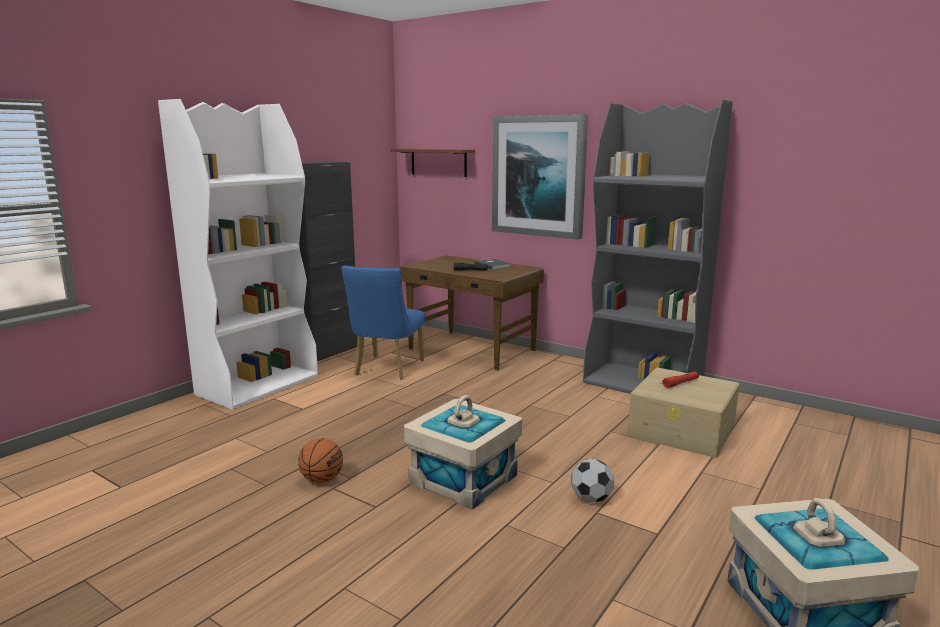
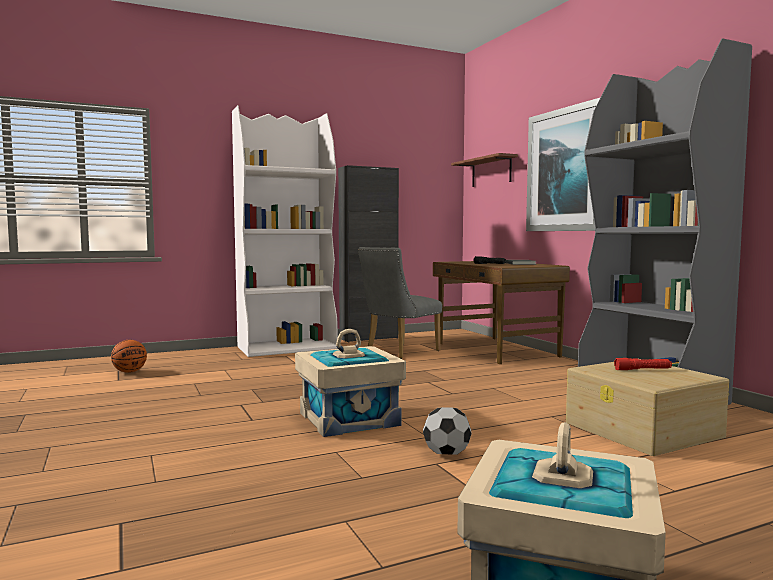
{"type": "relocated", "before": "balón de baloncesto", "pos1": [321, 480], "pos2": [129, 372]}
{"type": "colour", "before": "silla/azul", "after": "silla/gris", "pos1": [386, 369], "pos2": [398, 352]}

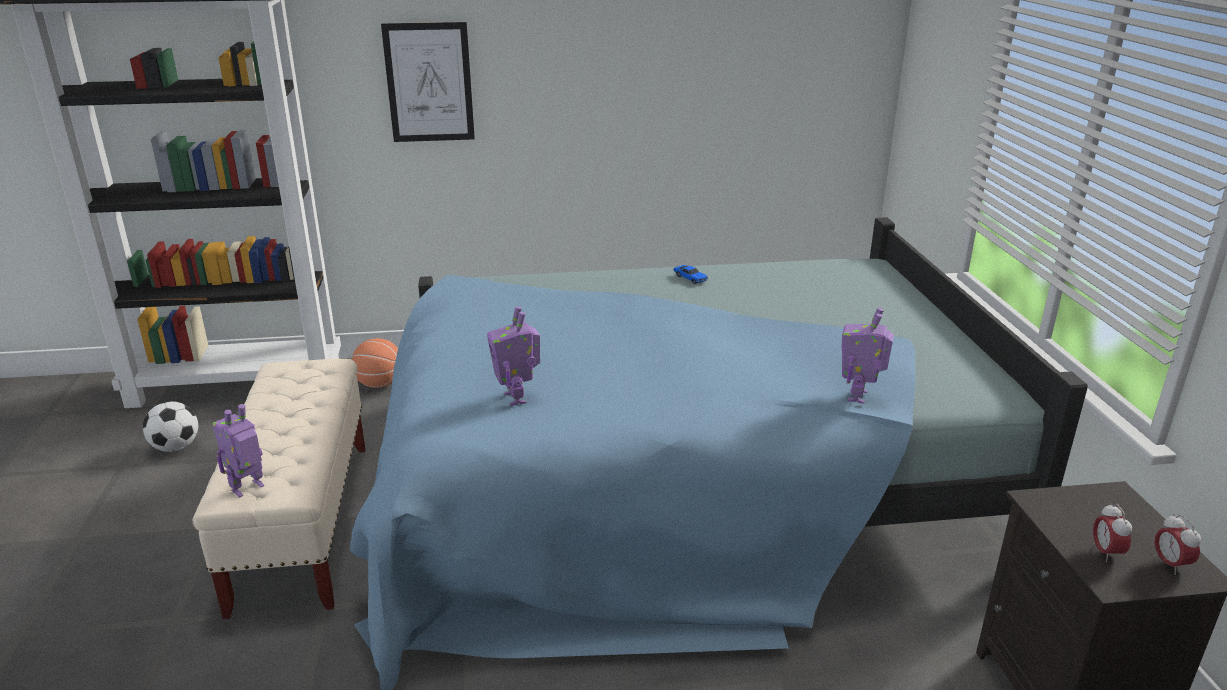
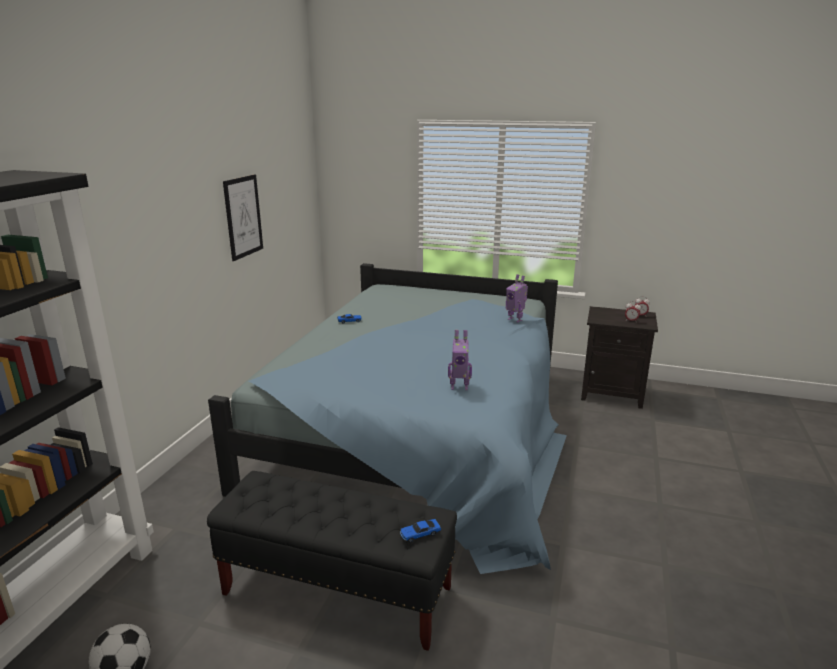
{"type": "colour", "before": "banco/beis", "after": "banco/negro", "pos1": [303, 524], "pos2": [338, 591]}
{"type": "relocated", "before": "cuadro", "pos1": [429, 83], "pos2": [243, 217]}
{"type": "exchanged", "before": "robot de juguete", "after": "coche de juguete", "pos1": [249, 489], "pos2": [420, 534]}
{"type": "missing", "before": "balón de baloncesto", "pos1": [379, 384]}

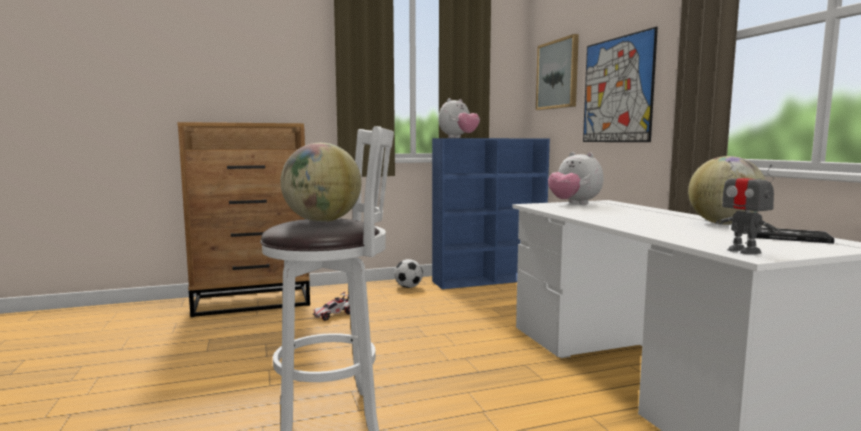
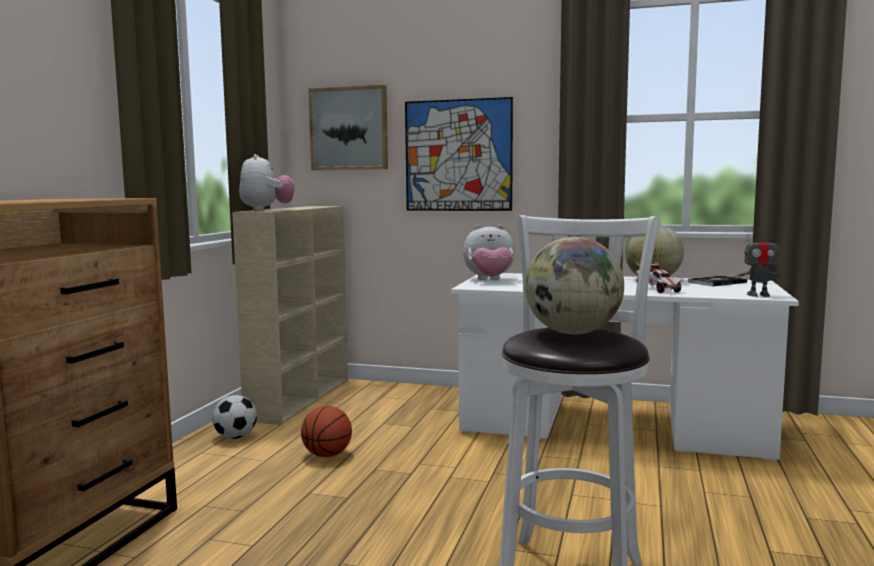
{"type": "colour", "before": "estantería/azul", "after": "estantería/beis", "pos1": [490, 280], "pos2": [300, 398]}
{"type": "appeared", "after": "balón de baloncesto", "pos2": [327, 455]}
{"type": "relocated", "before": "coche de juguete", "pos1": [333, 315], "pos2": [658, 289]}

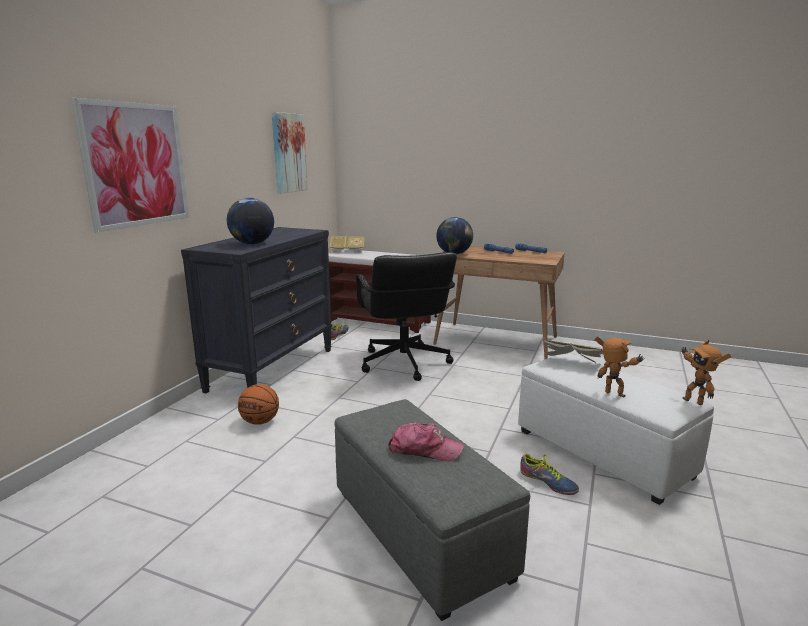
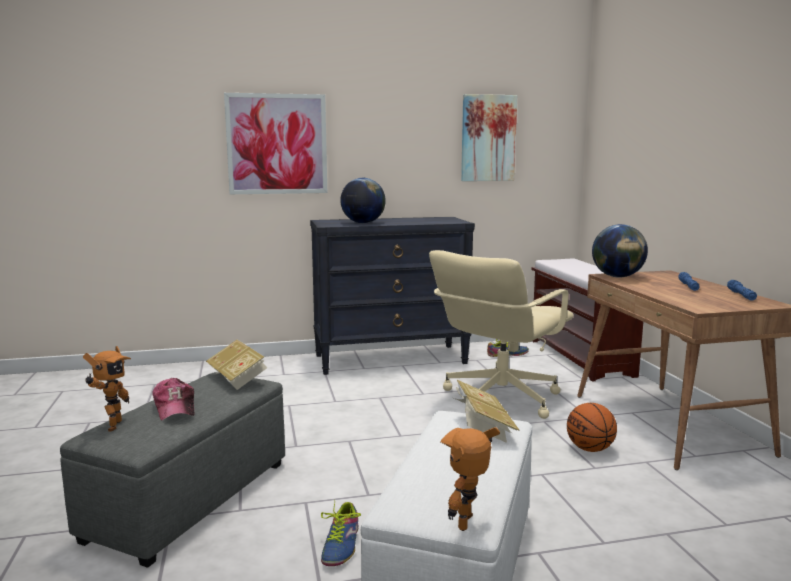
{"type": "relocated", "before": "robot de juguete", "pos1": [614, 395], "pos2": [111, 426]}
{"type": "relocated", "before": "libro", "pos1": [347, 251], "pos2": [237, 378]}
{"type": "colour", "before": "silla de oficina/negro", "after": "silla de oficina/beis", "pos1": [403, 363], "pos2": [499, 399]}
{"type": "relocated", "before": "balón de baloncesto", "pos1": [260, 422], "pos2": [589, 449]}

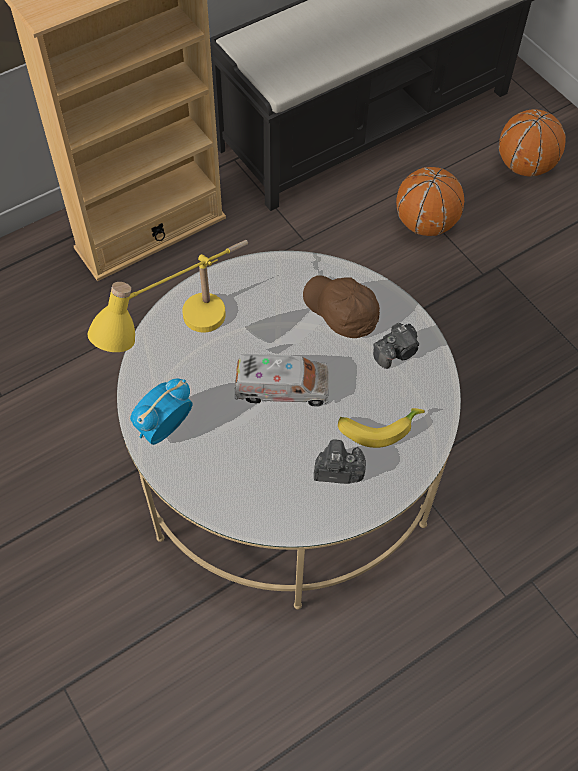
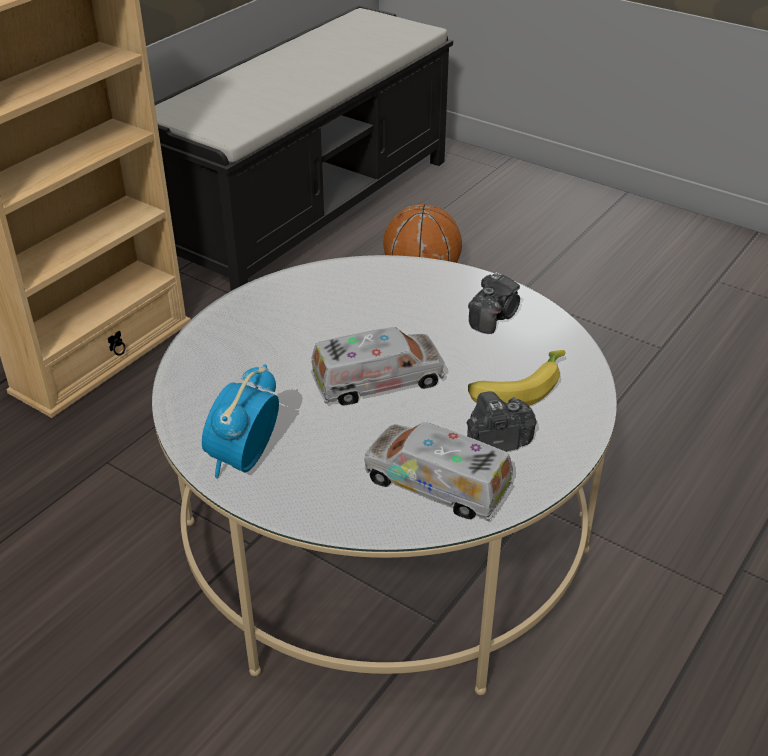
{"type": "appeared", "after": "camión de juguete", "pos2": [437, 485]}
{"type": "missing", "before": "lámpara de mesa/amarillo", "pos1": [182, 336]}
{"type": "missing", "before": "gorra/marrón", "pos1": [340, 312]}
{"type": "missing", "before": "balón de baloncesto", "pos1": [524, 166]}

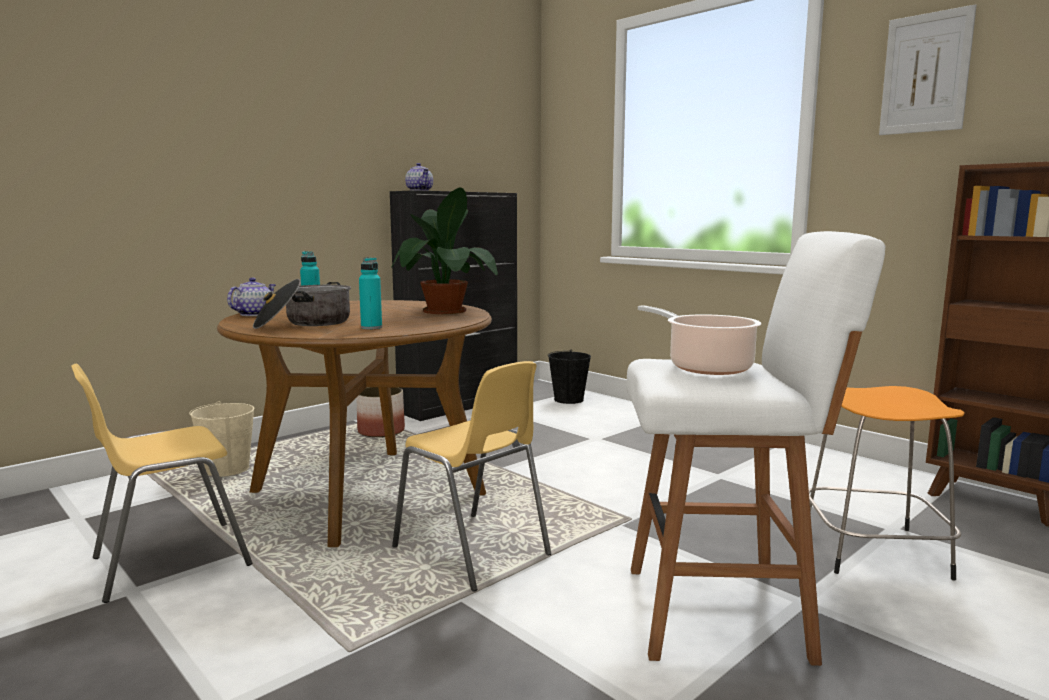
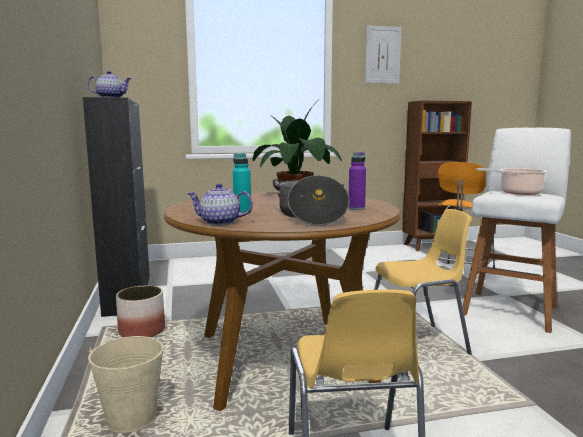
{"type": "spun", "before": "tetera", "pos1": [254, 314], "pos2": [219, 222], "turn": -45}
{"type": "colour", "before": "botella/turquesa", "after": "botella/morado", "pos1": [371, 327], "pos2": [356, 208]}
{"type": "missing", "before": "cubo/negro", "pos1": [569, 399]}

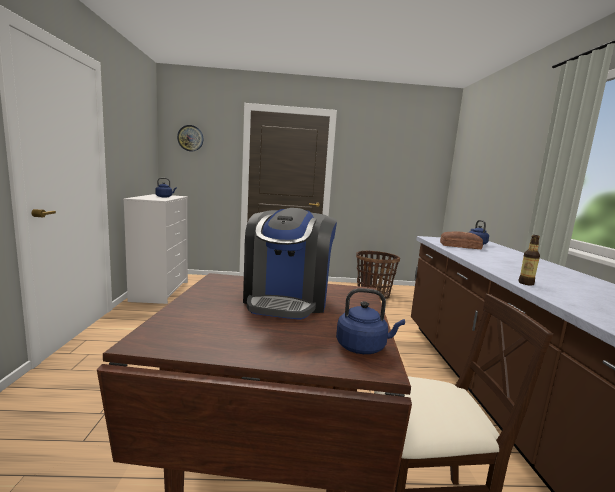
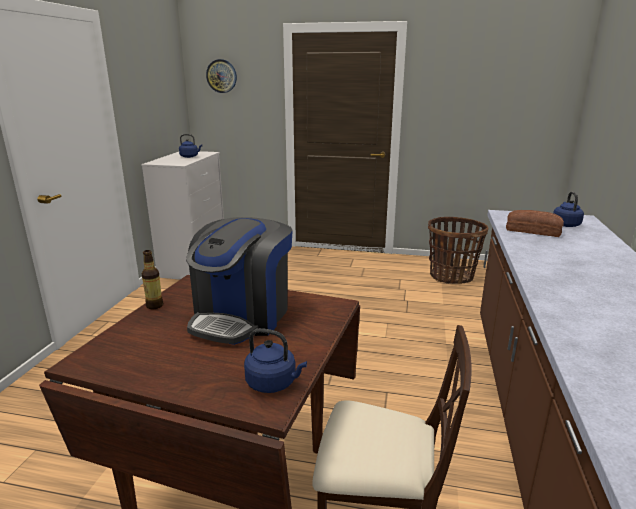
{"type": "relocated", "before": "botella", "pos1": [526, 283], "pos2": [154, 306]}

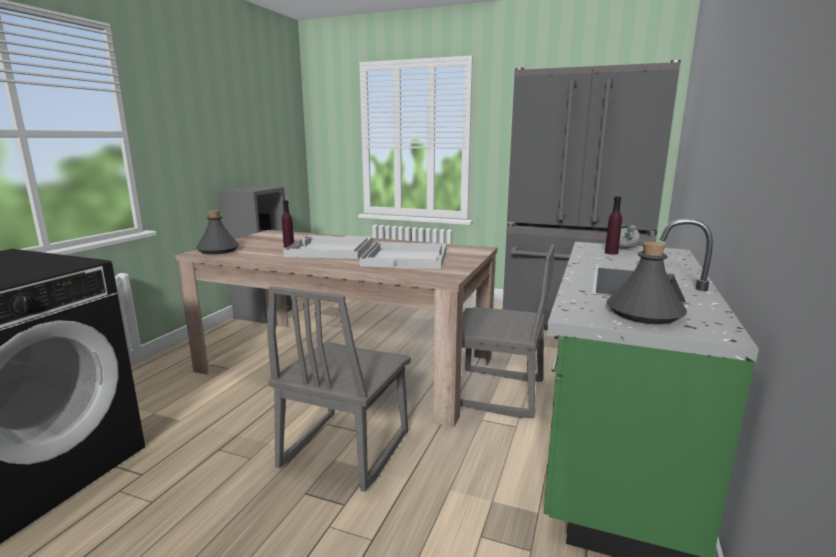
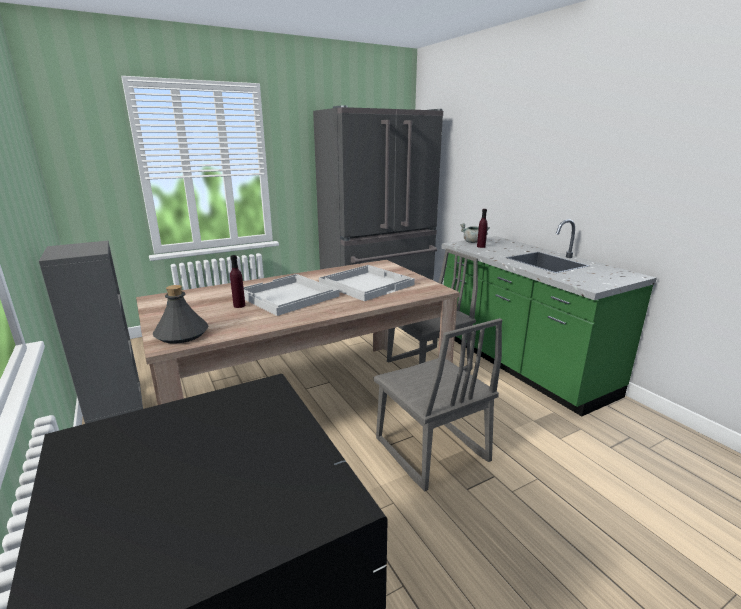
{"type": "missing", "before": "botella/gris", "pos1": [645, 313]}

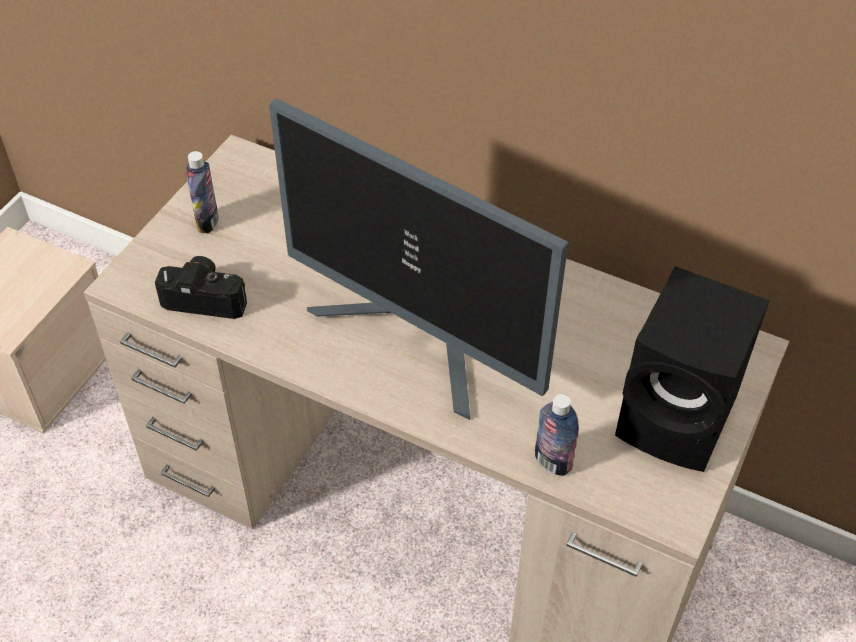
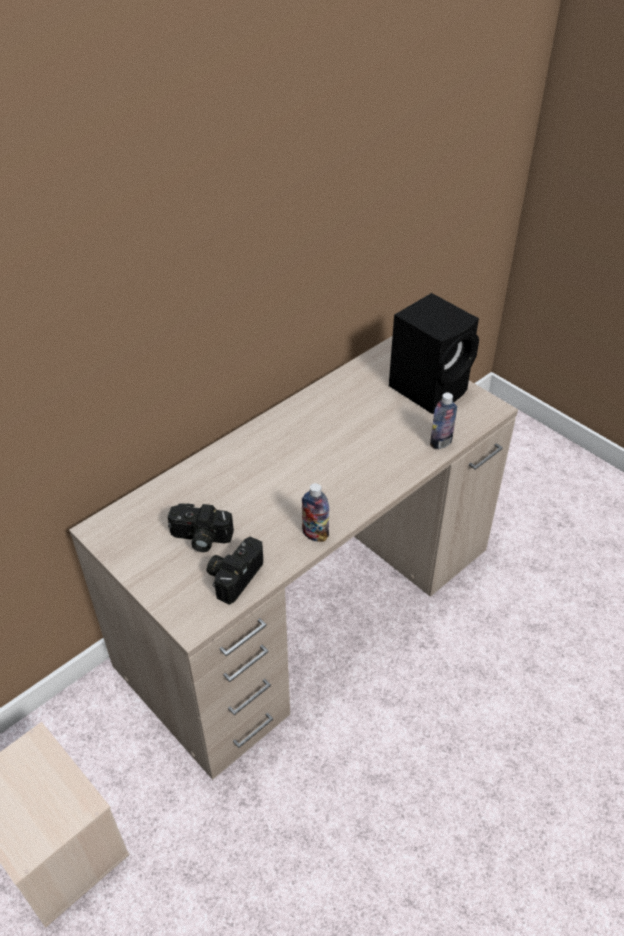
{"type": "appeared", "after": "cámara", "pos2": [200, 538]}
{"type": "relocated", "before": "botella", "pos1": [207, 222], "pos2": [315, 534]}
{"type": "missing", "before": "monitor", "pos1": [418, 340]}

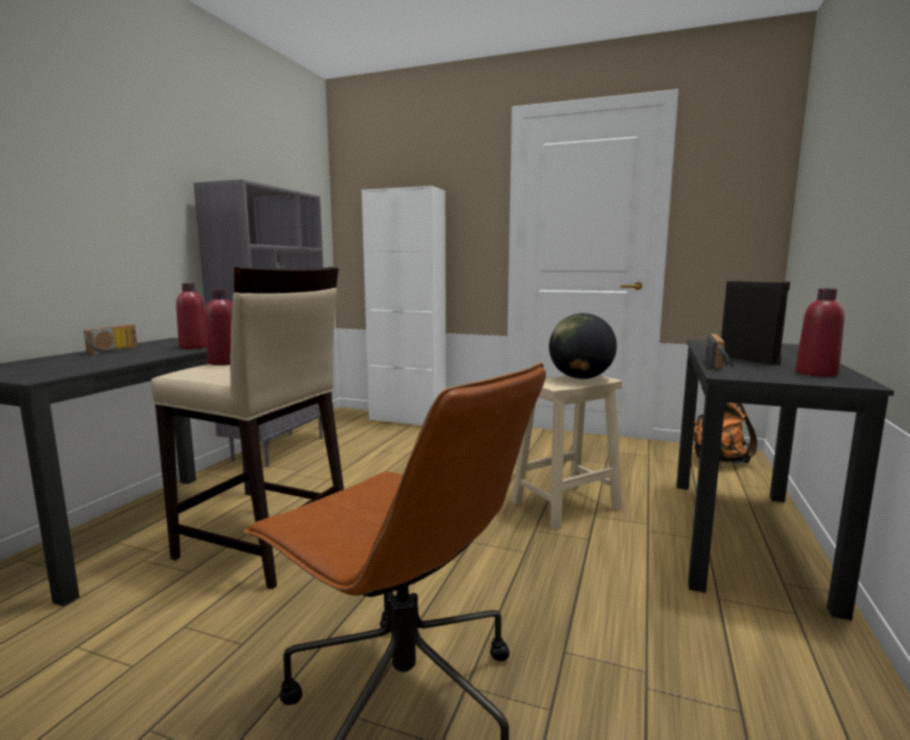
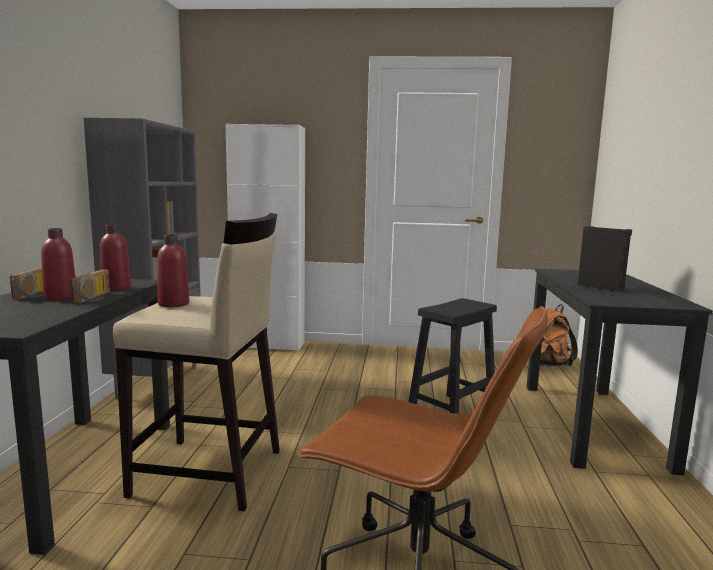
{"type": "relocated", "before": "botella/rojo", "pos1": [816, 373], "pos2": [60, 297]}
{"type": "relocated", "before": "radio", "pos1": [720, 364], "pos2": [96, 298]}
{"type": "colour", "before": "taburete/beis", "after": "taburete/negro", "pos1": [567, 505], "pos2": [452, 412]}
{"type": "missing", "before": "globo terráqueo", "pos1": [580, 378]}

